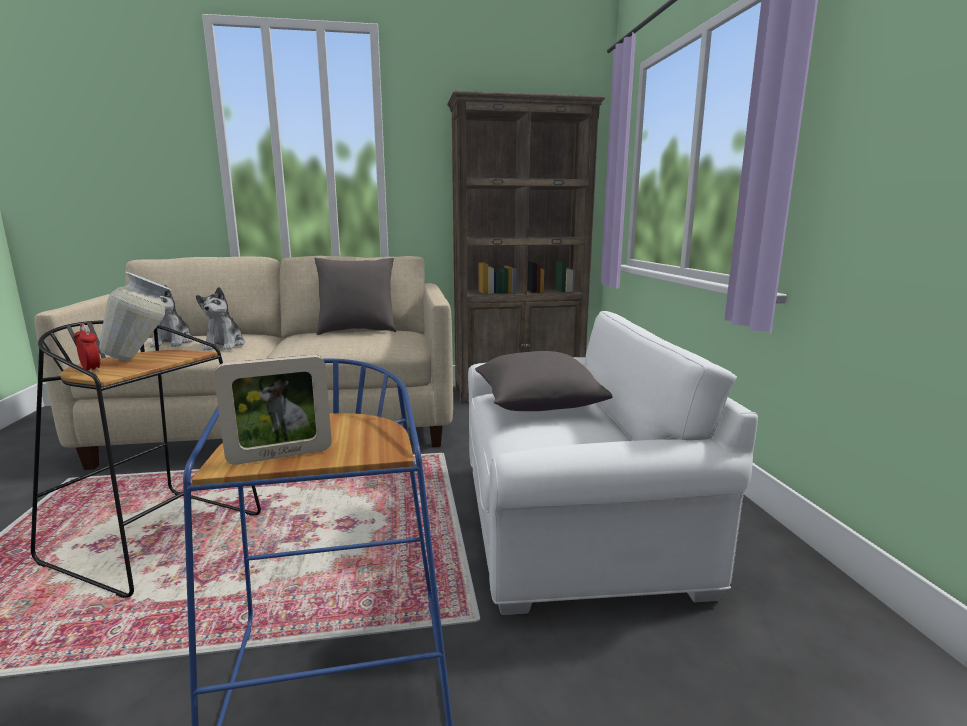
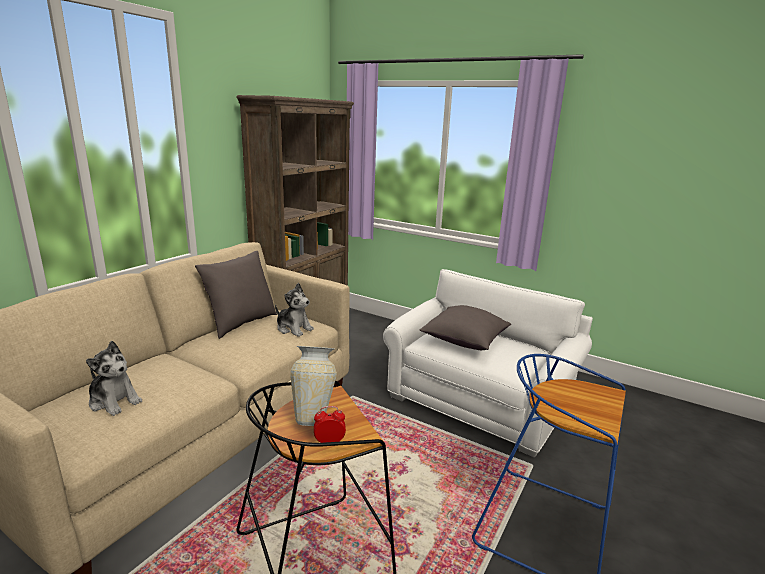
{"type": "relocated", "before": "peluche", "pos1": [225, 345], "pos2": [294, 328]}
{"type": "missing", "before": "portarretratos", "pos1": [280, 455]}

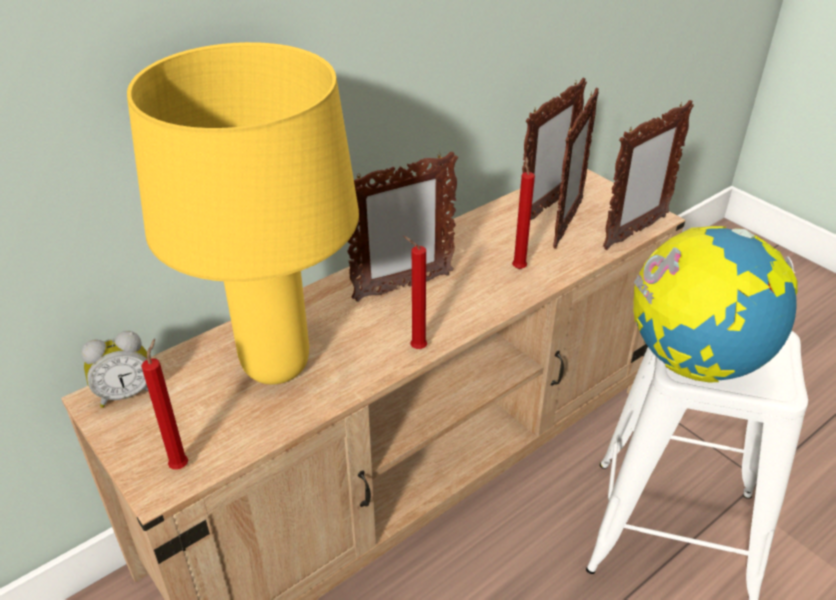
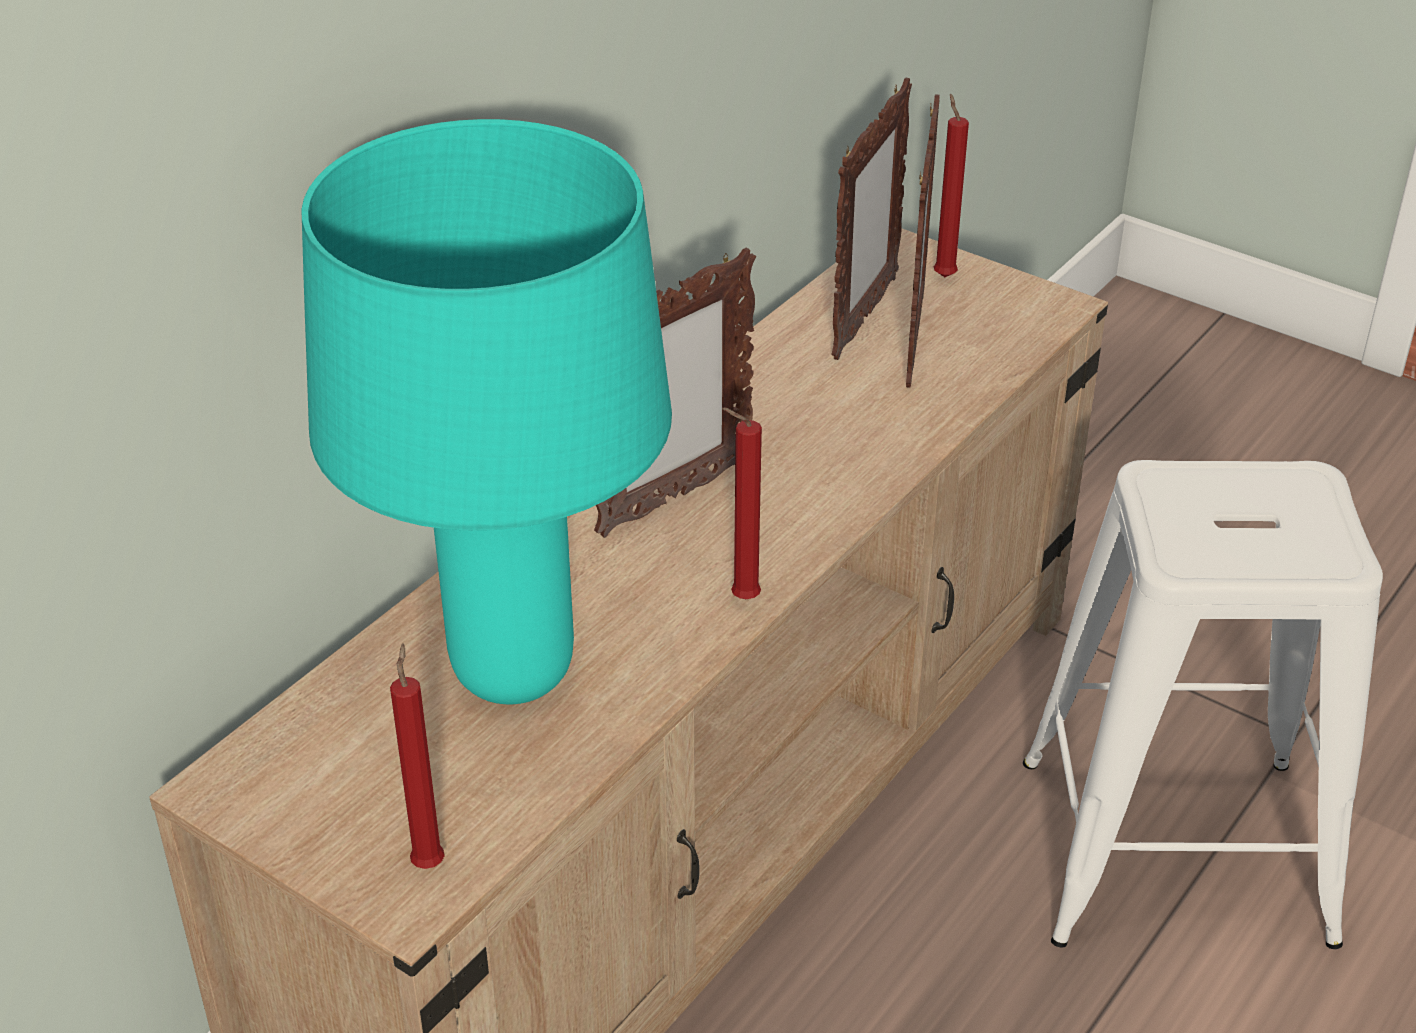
{"type": "colour", "before": "lámpara de mesa/amarillo", "after": "lámpara de mesa/turquesa", "pos1": [276, 365], "pos2": [512, 670]}
{"type": "relocated", "before": "vela/rojo", "pos1": [518, 267], "pos2": [943, 275]}
{"type": "missing", "before": "despertador", "pos1": [126, 393]}
{"type": "missing", "before": "portarretratos", "pos1": [634, 232]}
{"type": "missing", "before": "globo terráqueo", "pos1": [694, 361]}

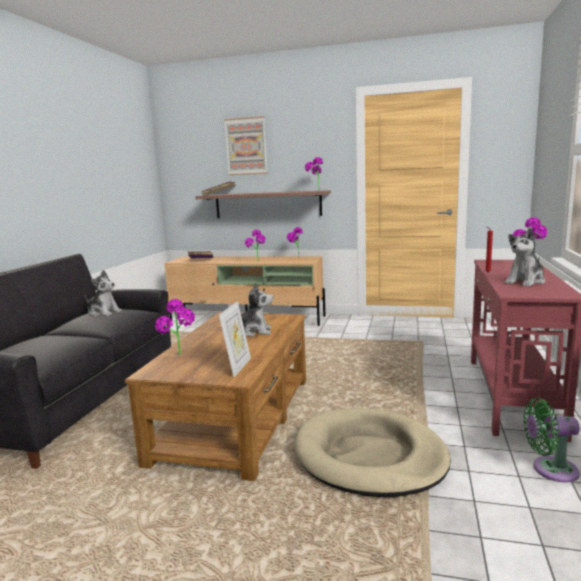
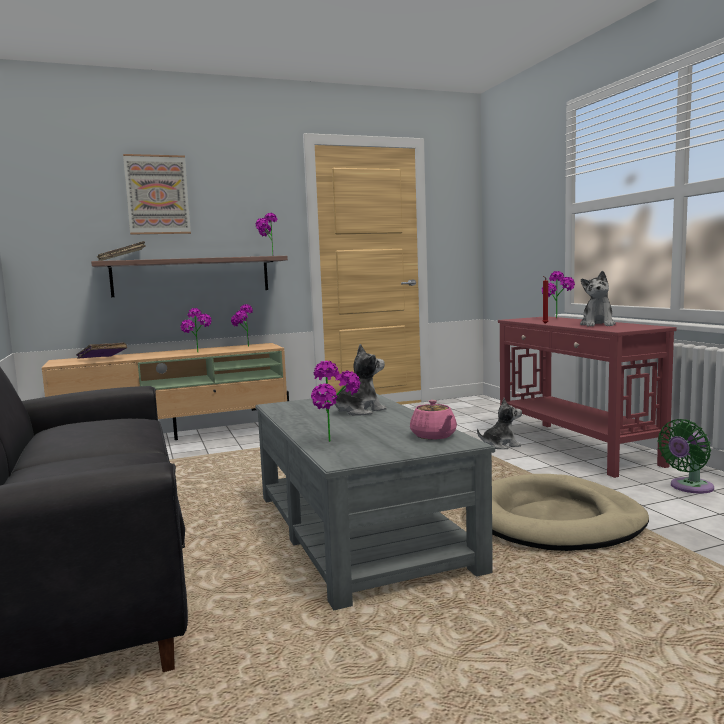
{"type": "colour", "before": "mesa de centro/marrón", "after": "mesa de centro/gris", "pos1": [237, 418], "pos2": [360, 530]}
{"type": "exchanged", "before": "portarretratos", "after": "tetera/rosa", "pos1": [237, 367], "pos2": [434, 436]}
{"type": "relocated", "before": "peluche", "pos1": [104, 312], "pos2": [500, 445]}

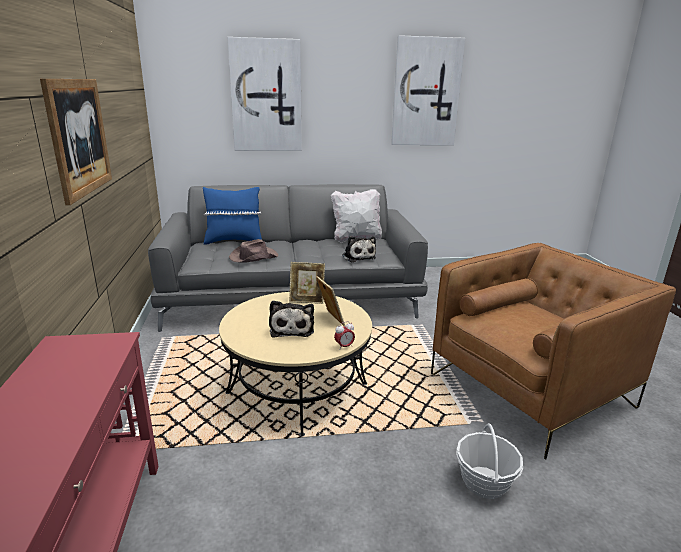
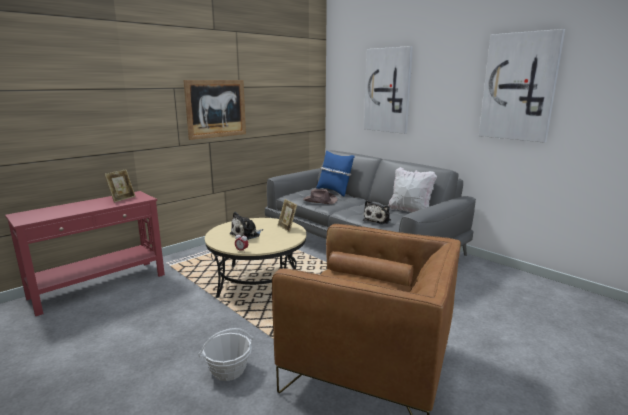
{"type": "relocated", "before": "portarretratos", "pos1": [330, 319], "pos2": [122, 199]}

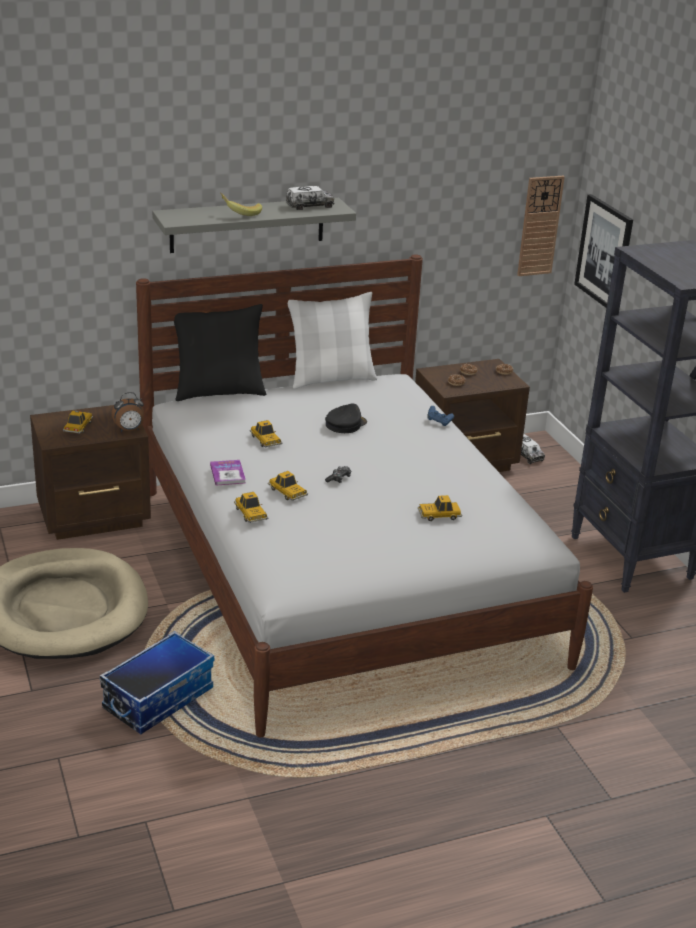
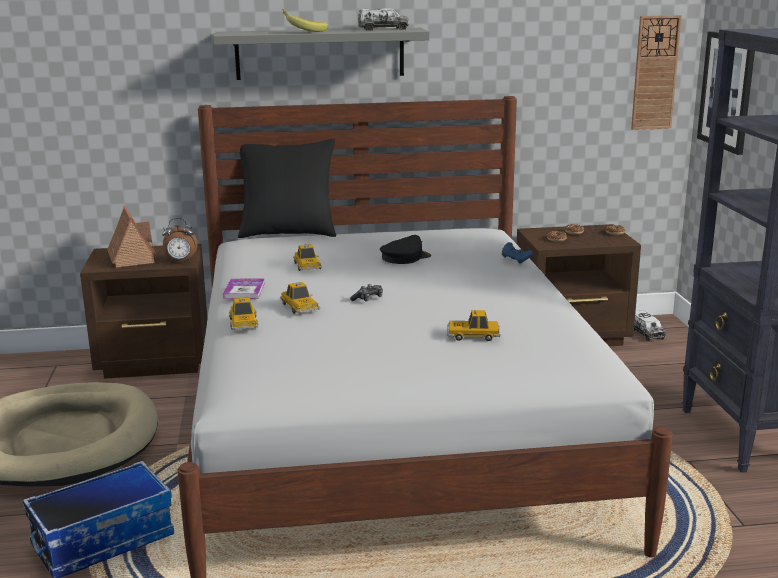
{"type": "exchanged", "before": "coche de juguete", "after": "casita", "pos1": [78, 426], "pos2": [132, 258]}
{"type": "missing", "before": "cojín/blanco", "pos1": [331, 378]}

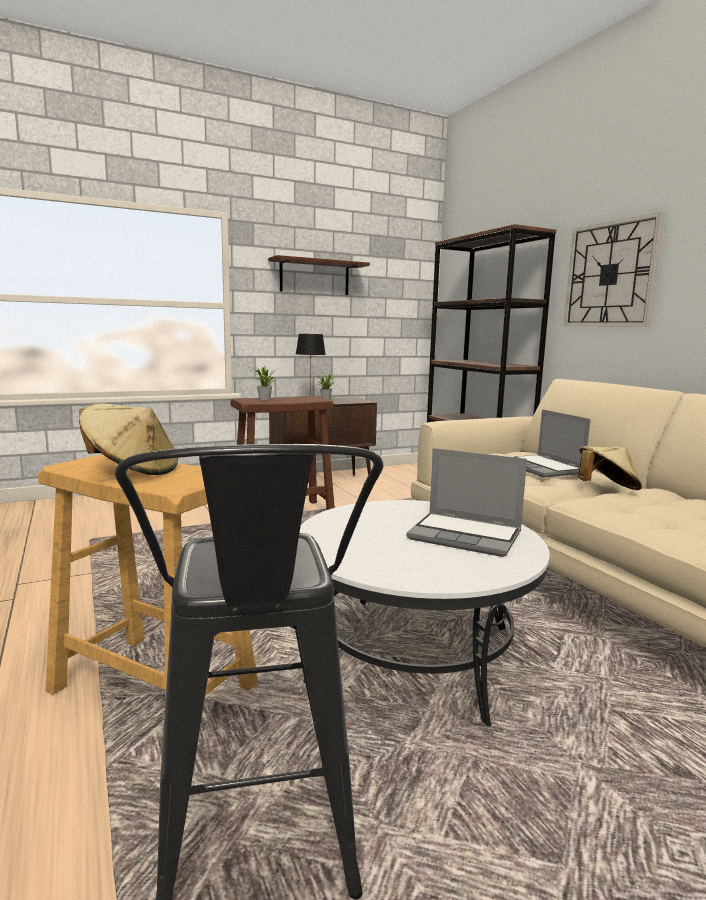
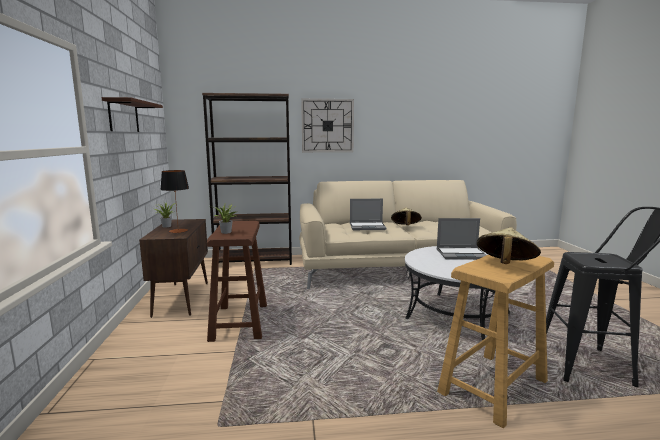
{"type": "spun", "before": "portátil", "pos1": [466, 536], "pos2": [461, 254], "turn": 45}

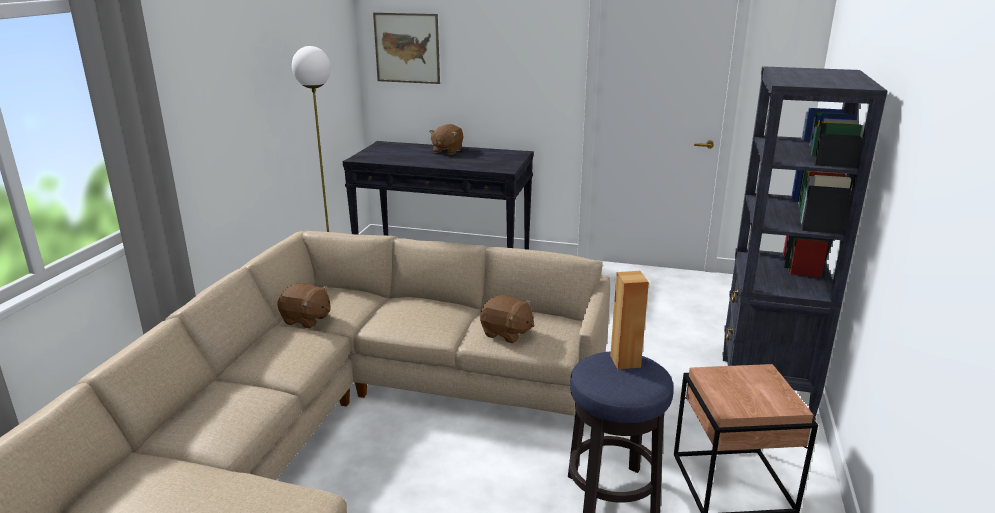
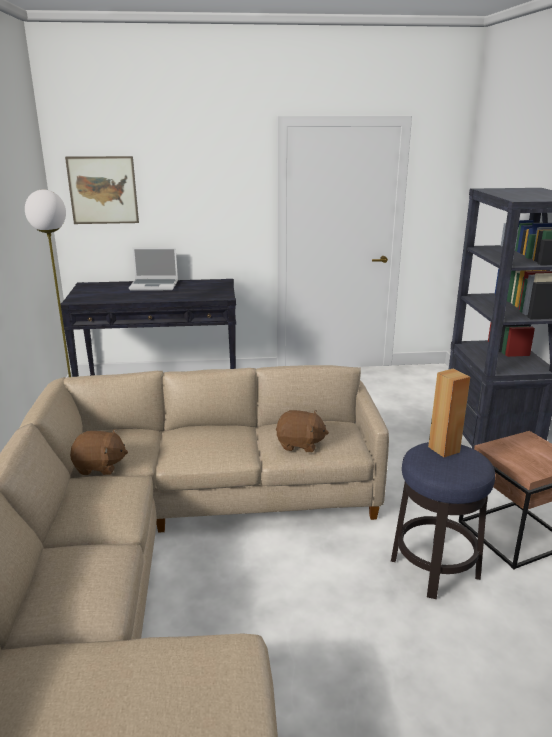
{"type": "exchanged", "before": "peluche/marrón", "after": "portátil", "pos1": [447, 151], "pos2": [155, 285]}

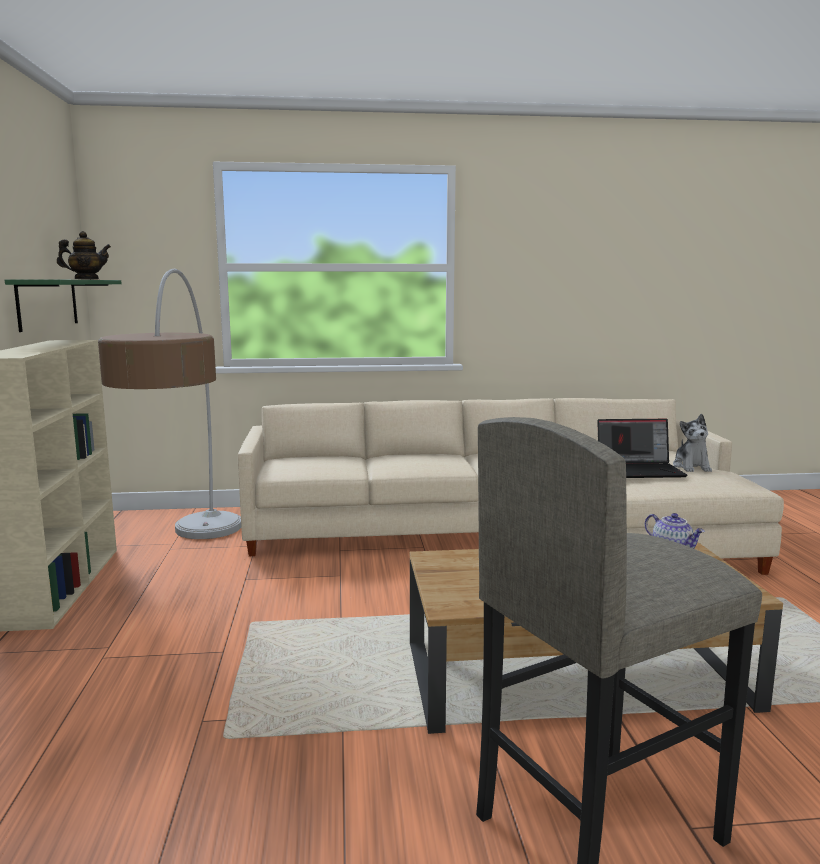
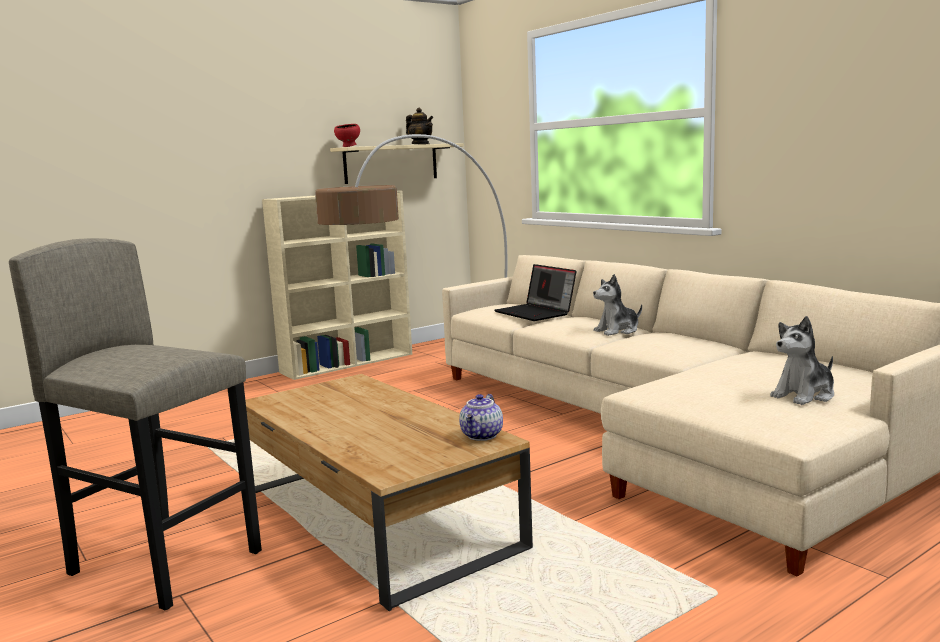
{"type": "colour", "before": "estante/verde", "after": "estante/beis", "pos1": [48, 303], "pos2": [391, 163]}
{"type": "appeared", "after": "cuenco/rojo", "pos2": [348, 146]}
{"type": "relocated", "before": "portátil", "pos1": [640, 470], "pos2": [536, 313]}
{"type": "appeared", "after": "peluche", "pos2": [617, 331]}

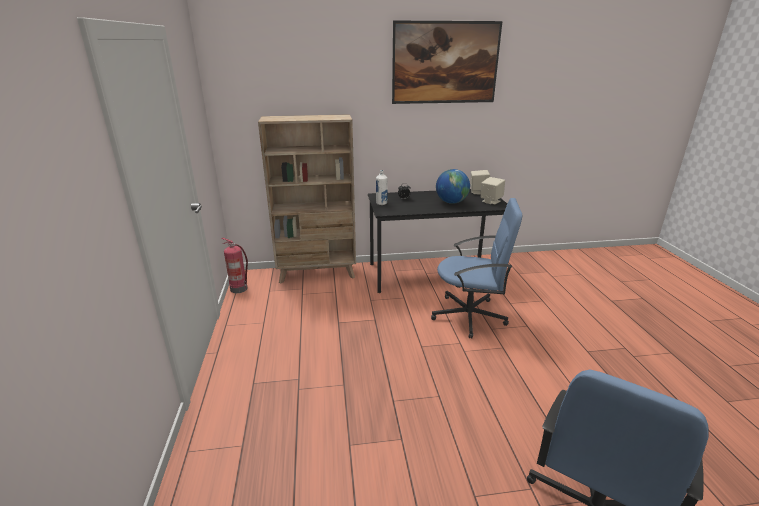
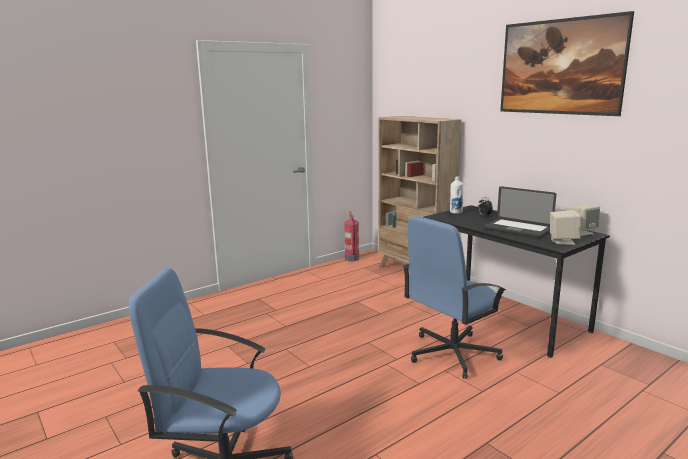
{"type": "spun", "before": "silla de oficina/azul", "pos1": [470, 316], "pos2": [451, 354], "turn": 75}
{"type": "exchanged", "before": "globo terráqueo", "after": "portátil", "pos1": [451, 202], "pos2": [517, 229]}

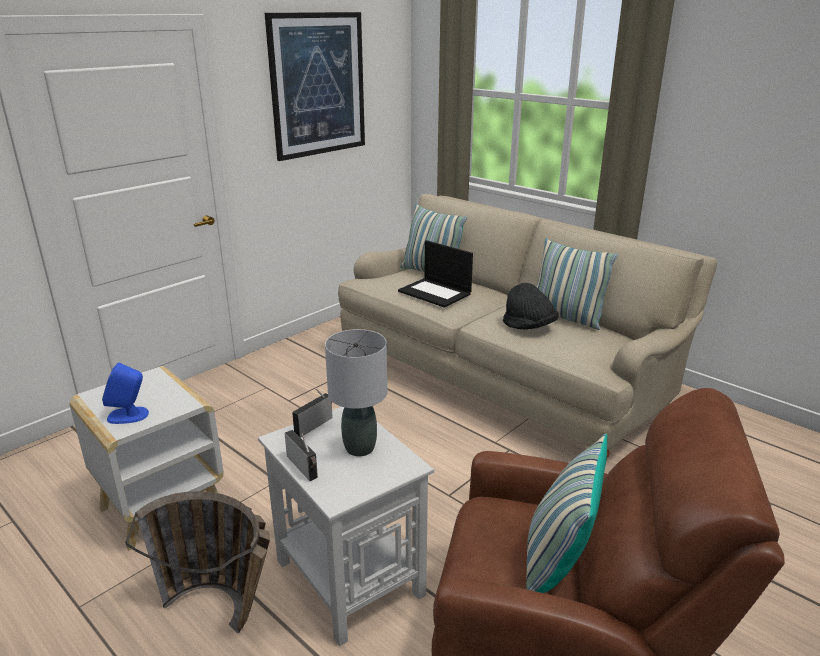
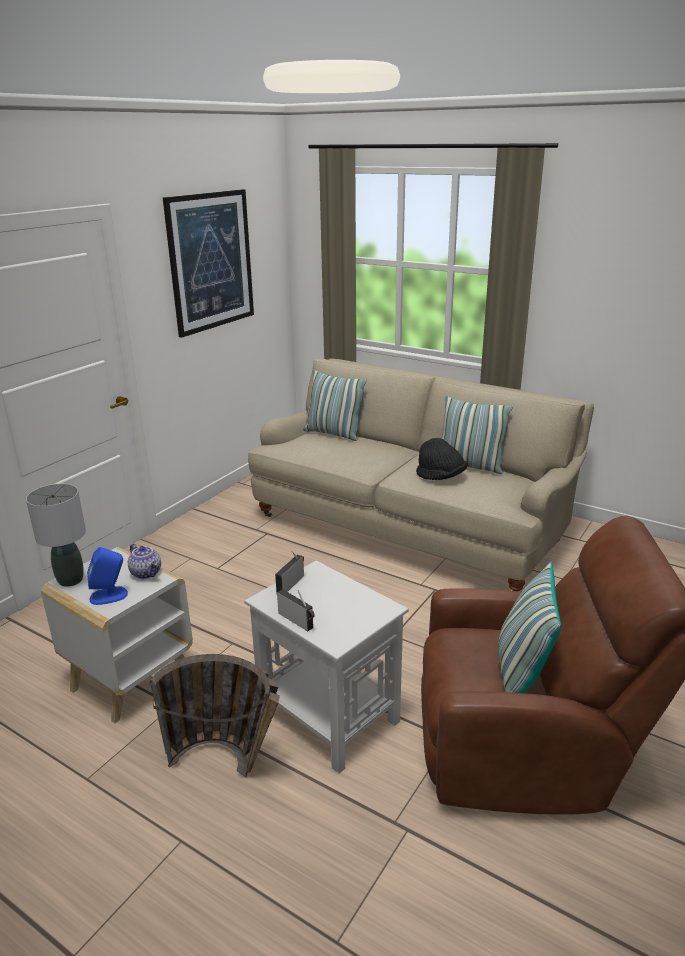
{"type": "relocated", "before": "lámpara de mesa/gris", "pos1": [359, 448], "pos2": [70, 580]}
{"type": "appeared", "after": "tetera", "pos2": [147, 573]}
{"type": "missing", "before": "portátil", "pos1": [435, 293]}

